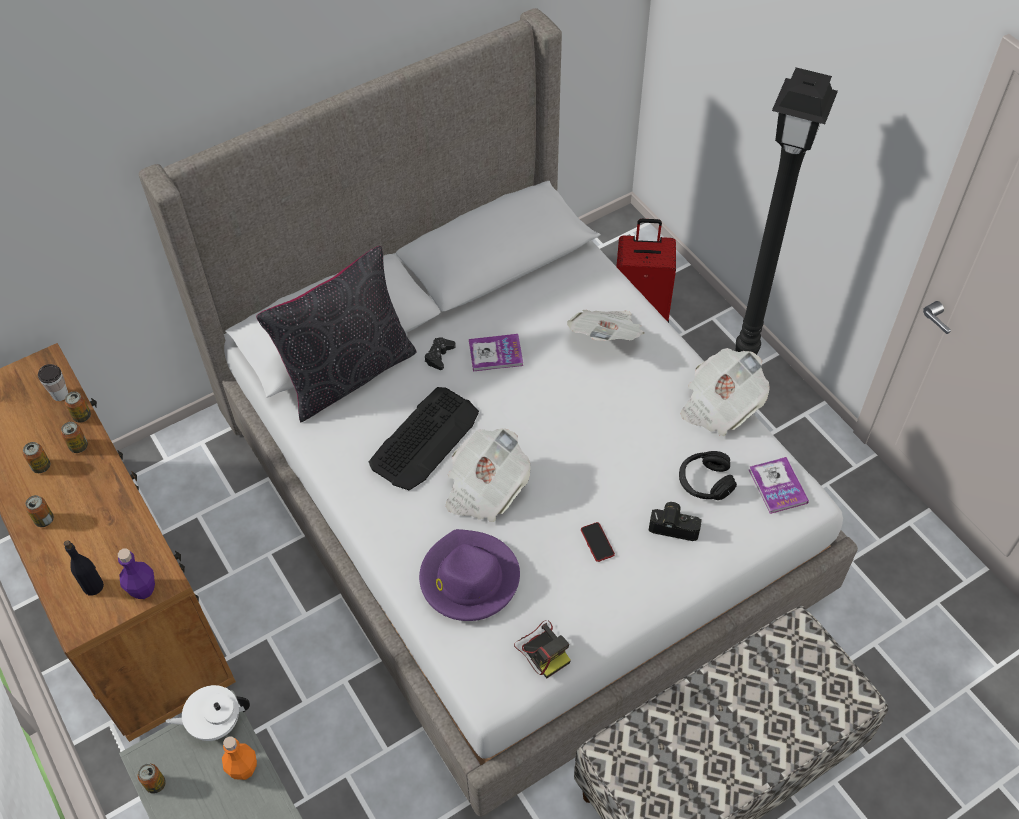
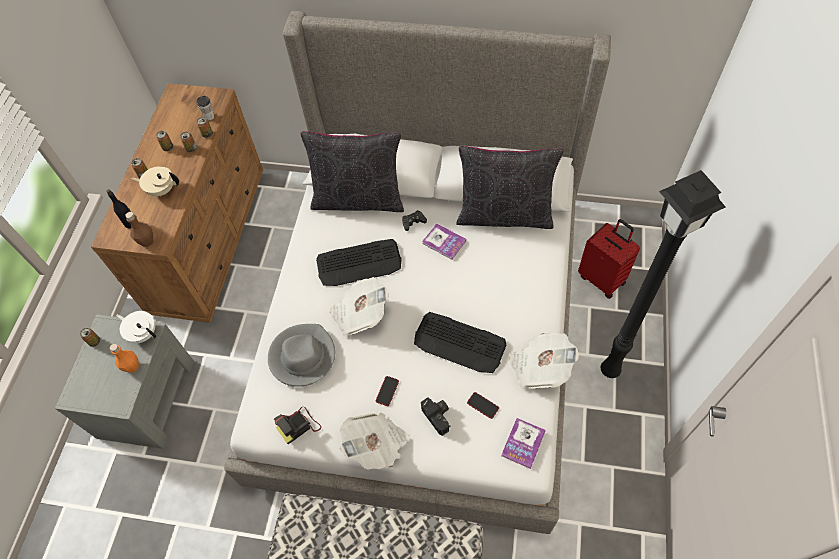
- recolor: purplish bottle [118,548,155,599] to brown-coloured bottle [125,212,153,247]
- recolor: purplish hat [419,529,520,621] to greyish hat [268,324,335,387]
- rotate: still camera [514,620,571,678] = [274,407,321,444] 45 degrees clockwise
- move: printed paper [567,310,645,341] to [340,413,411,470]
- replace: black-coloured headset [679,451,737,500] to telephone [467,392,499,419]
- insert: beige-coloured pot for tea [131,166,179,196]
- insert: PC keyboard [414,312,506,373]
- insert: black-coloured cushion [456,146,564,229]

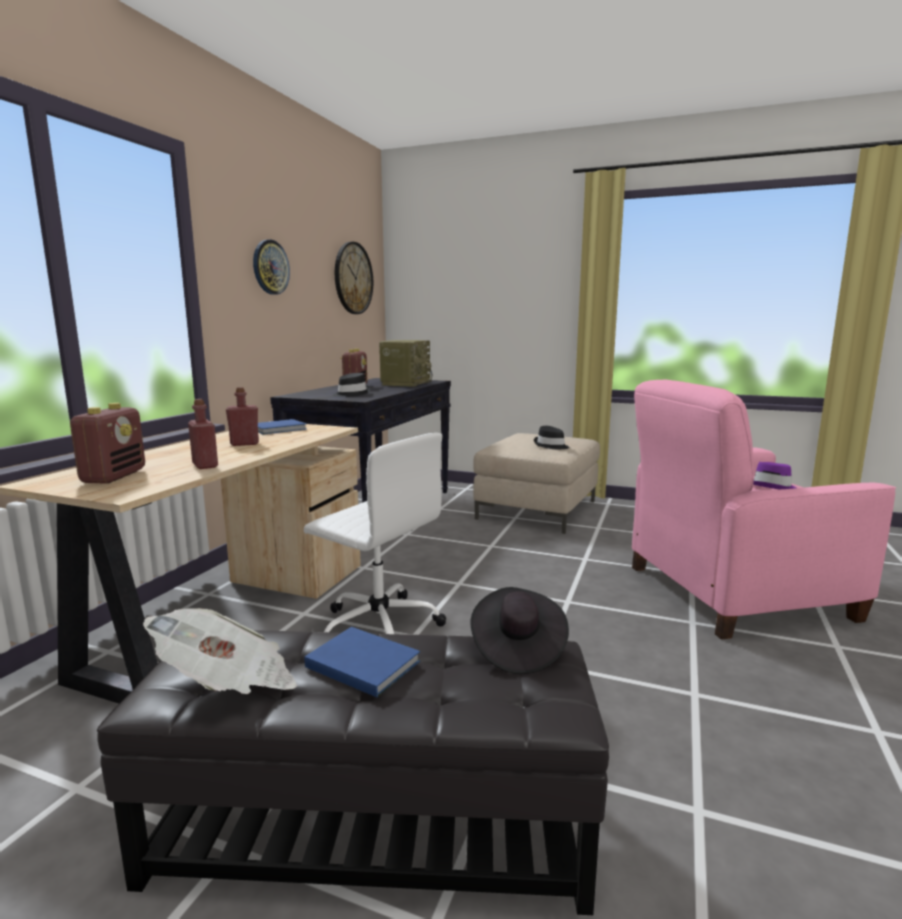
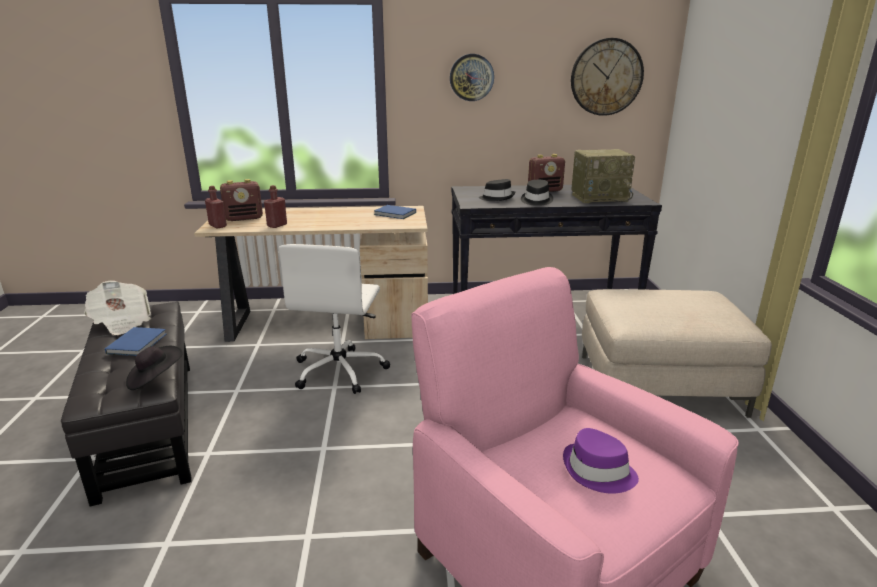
- move: red-coloured bottle [226,387,259,446] to [205,186,227,229]
- move: black-coloured hat [534,426,570,449] to [521,180,553,206]

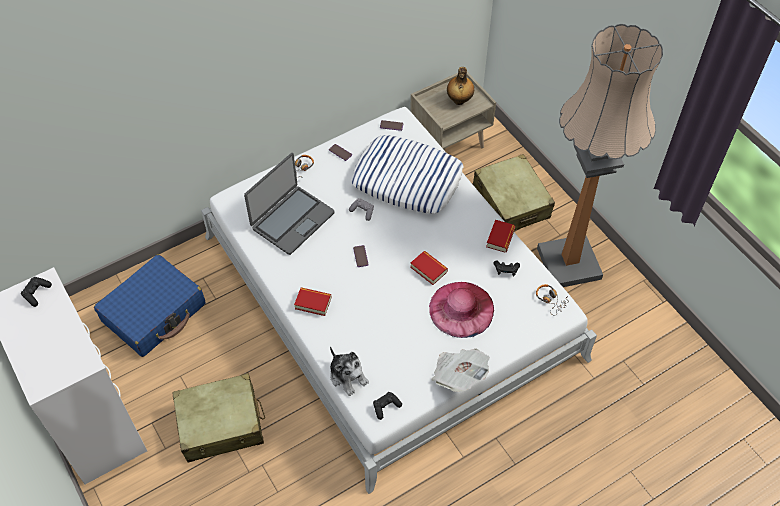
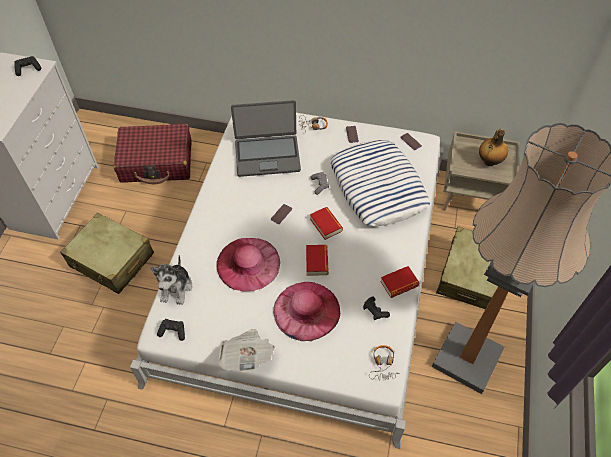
- recolor: blue suitcase [94,254,205,357] to red-coloured suitcase [114,124,191,184]
- move: bound book [294,287,331,316] to [310,207,343,240]
- insert: pink hat [216,238,280,292]

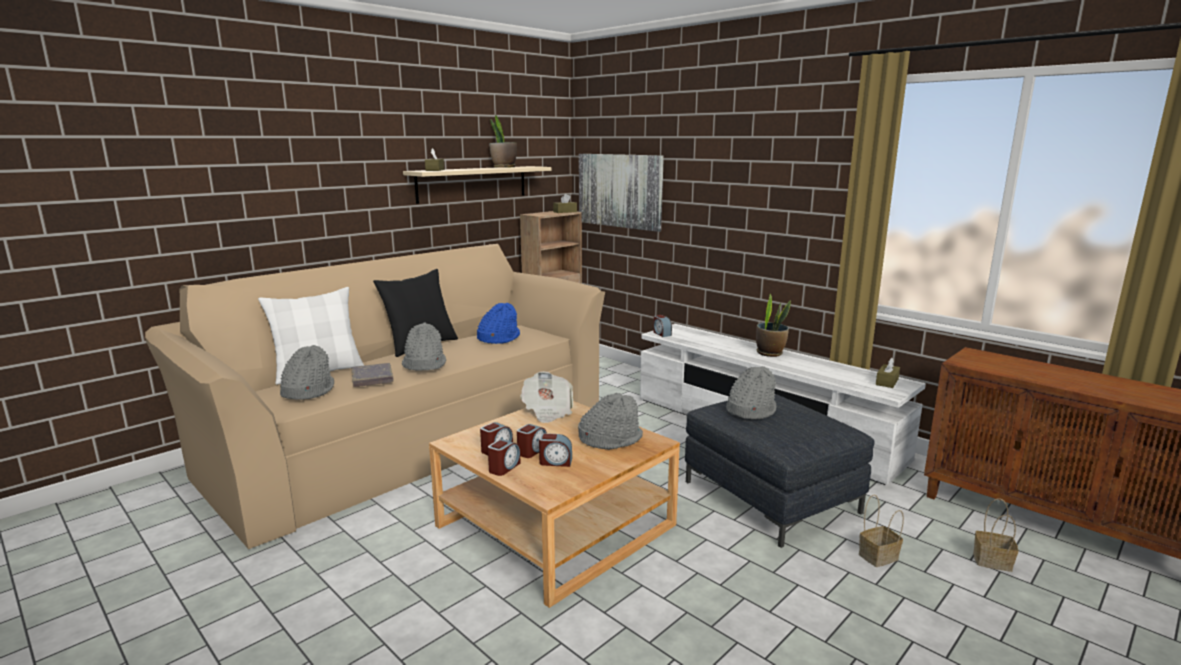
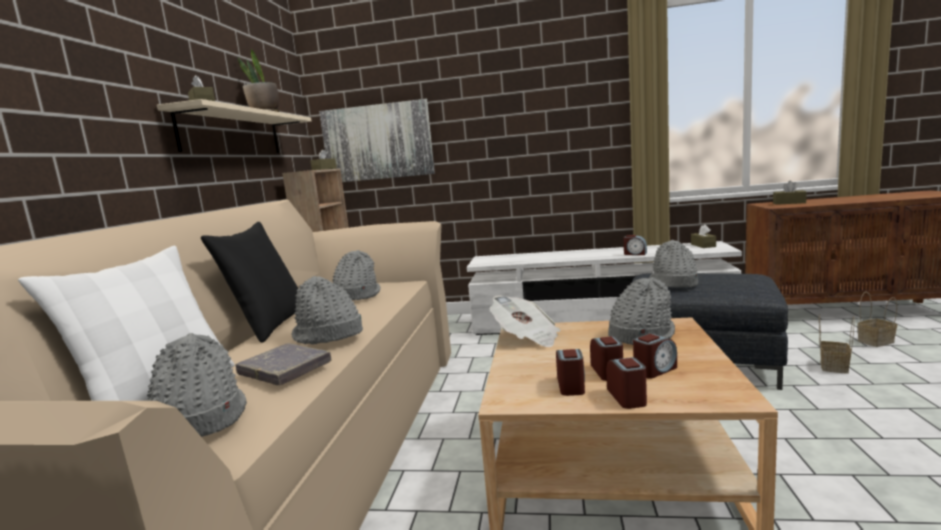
- recolor: blue hat [477,303,520,344] to greyish hat [332,250,381,300]
- move: bedside clock [653,315,672,337] to [623,235,647,255]
- delete: potted plant [756,294,791,357]
- insert: brown-coloured tissue holder [773,181,807,205]

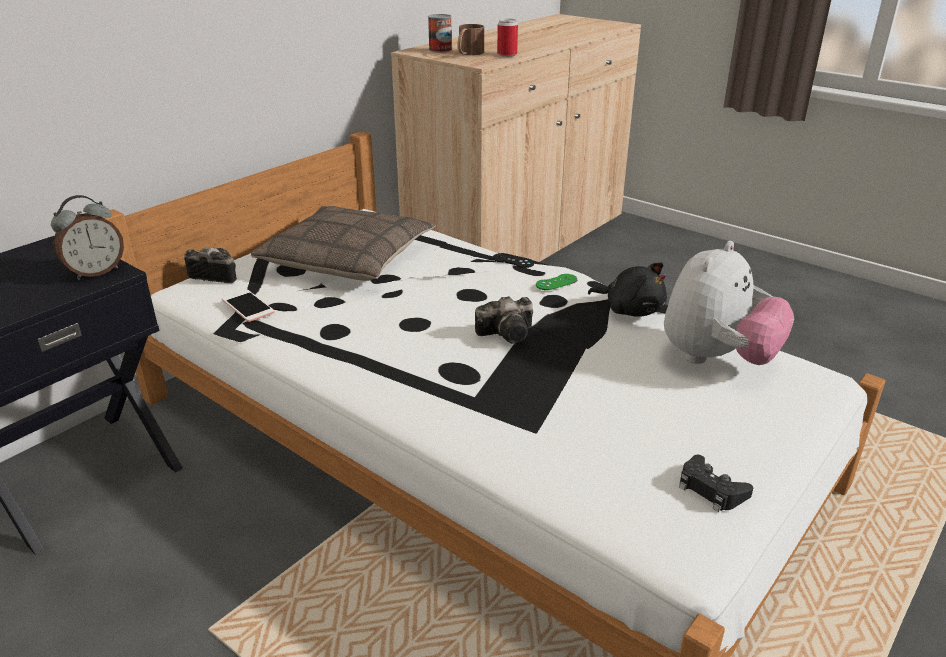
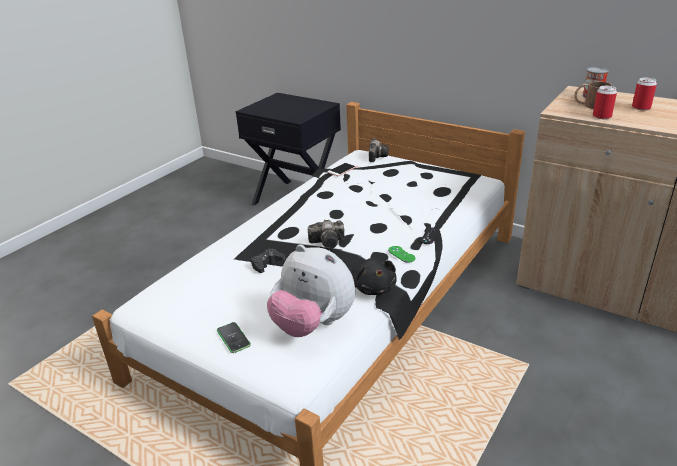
- delete: bedside clock [51,195,124,280]
- delete: cushion [251,206,436,281]
- rotate: still camera [475,296,533,344] = [308,220,344,249] 75 degrees counterclockwise
- rotate: black-coloured cuddly toy [588,262,667,317] = [353,258,397,295] 45 degrees counterclockwise
- move: black-coloured joypad [679,455,753,512] to [251,248,285,273]
- insert: telephone [217,322,251,353]
- insert: sealed can [632,78,657,110]

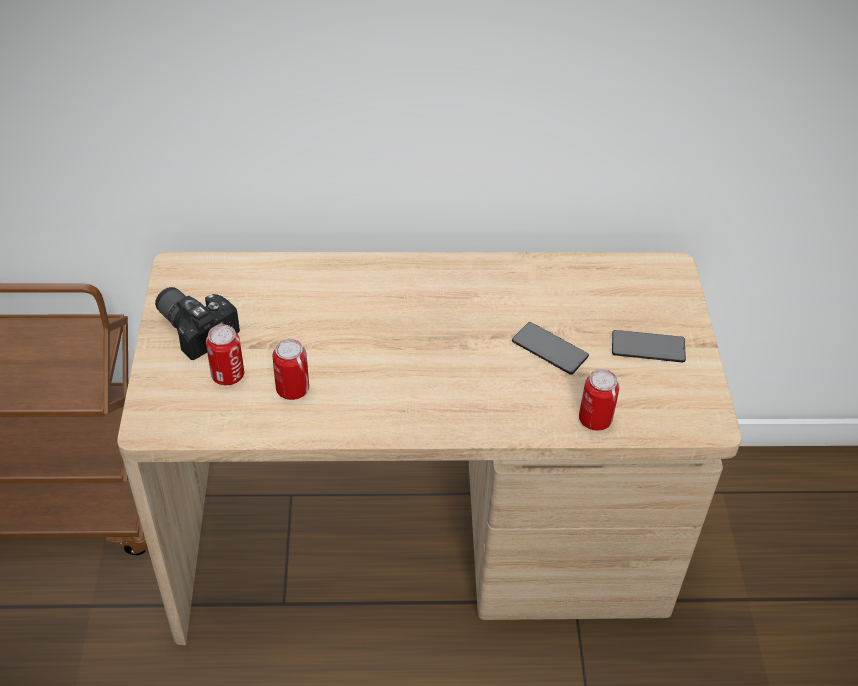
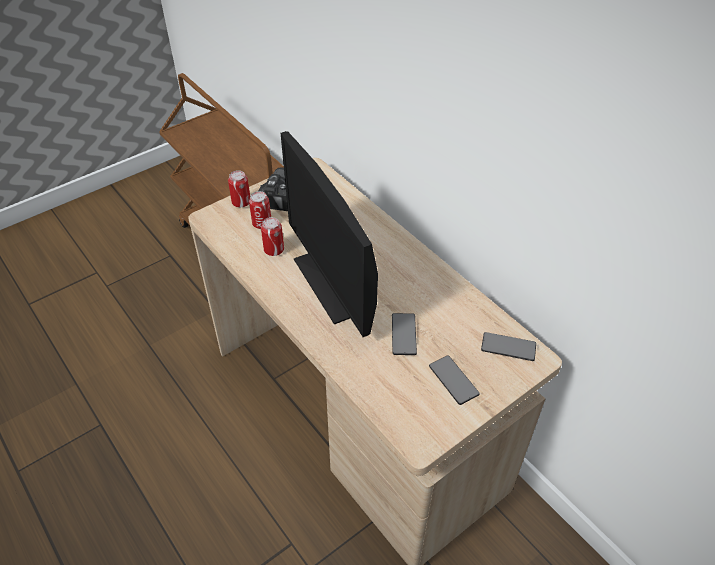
- move: sealed can [579,369,619,431] to [228,170,250,207]
- insert: computer display [281,131,378,337]
- insert: telephone [481,332,536,361]

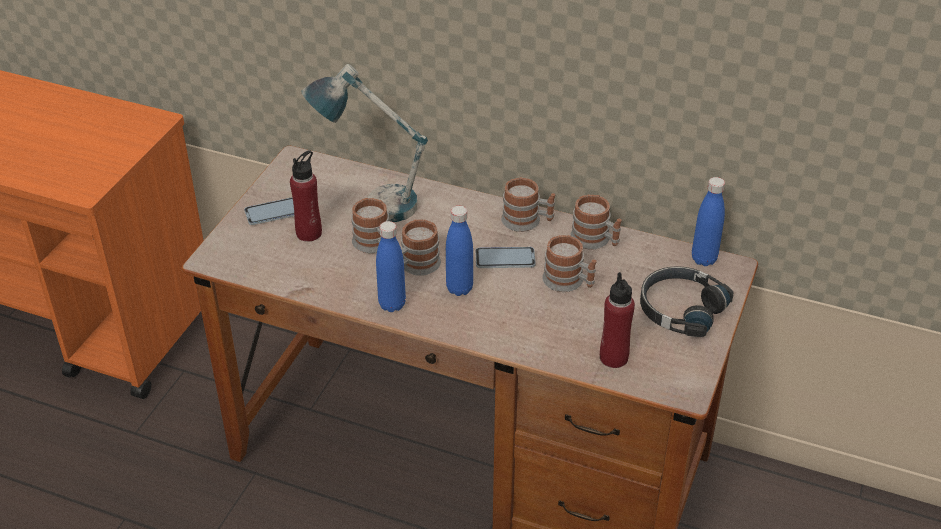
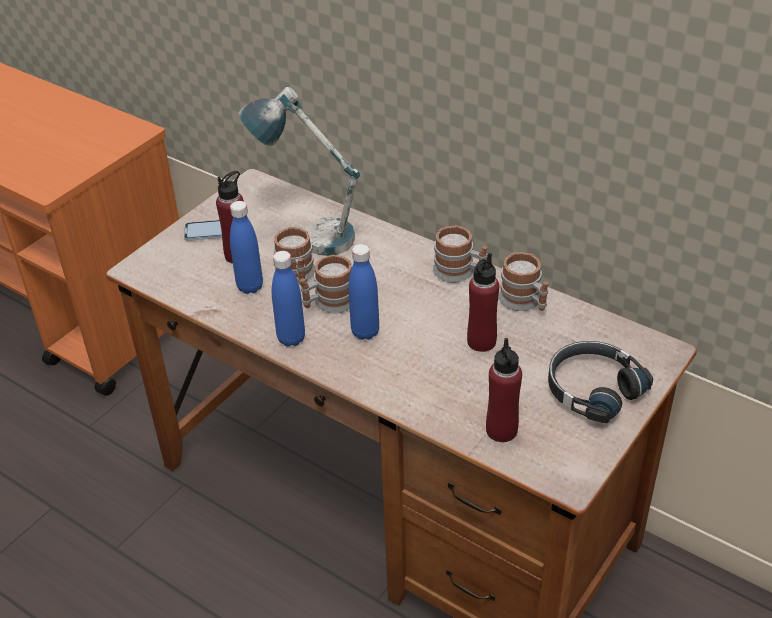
- delete: telephone [475,247,536,268]
- replace: tea mug [542,235,596,292] to red-coloured bottle [467,253,499,352]
- move: blue bottle [692,177,725,266] to [230,201,263,294]

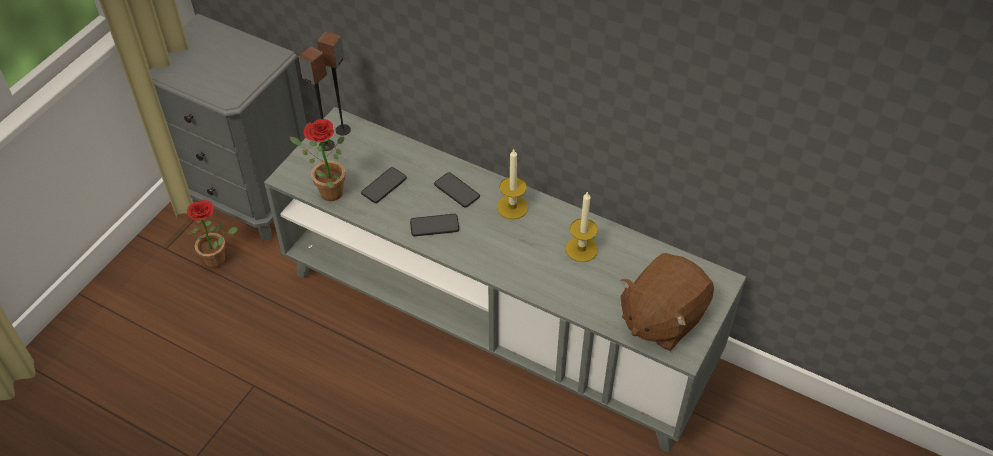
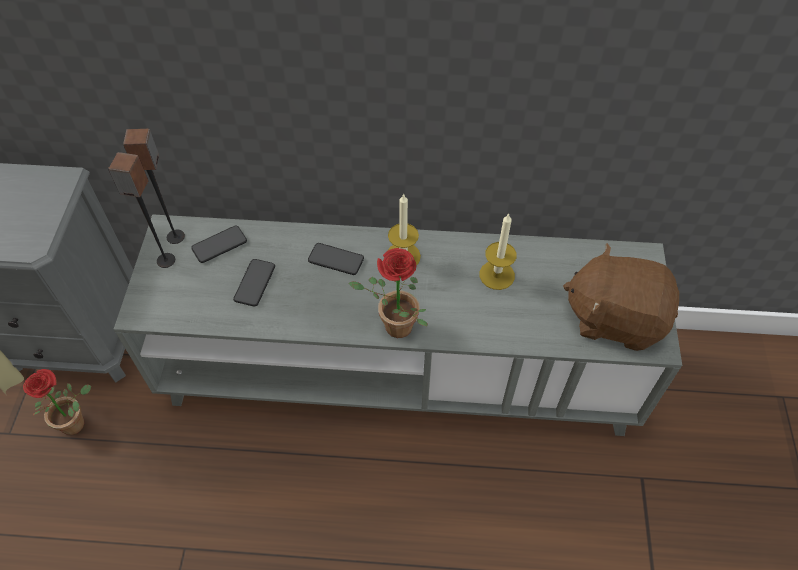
- move: potted plant [290,119,345,201] to [348,248,428,338]
- move: telephone [410,214,459,236] to [191,225,247,263]
- rotate: brown-coloured cuddly toy [620,253,714,351] = [563,243,679,351] 90 degrees clockwise

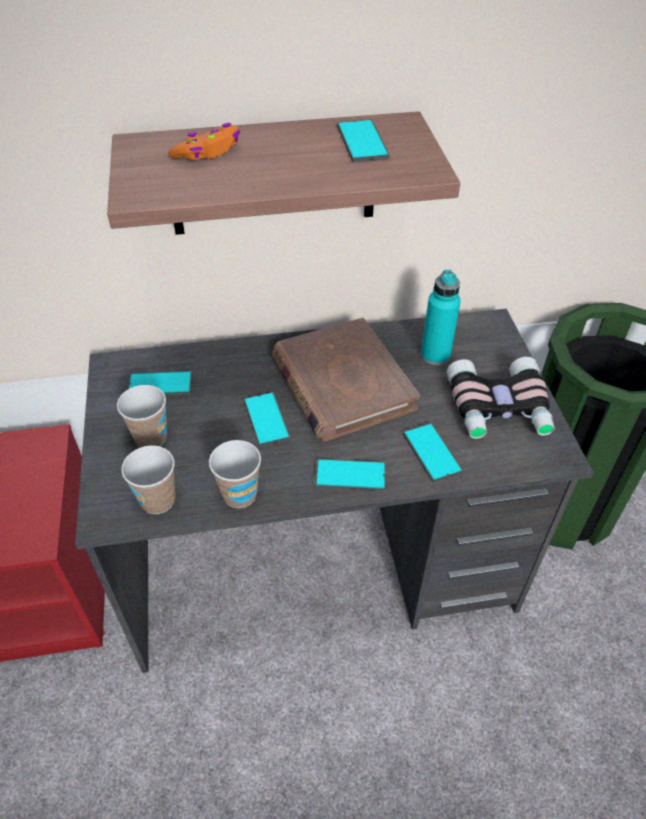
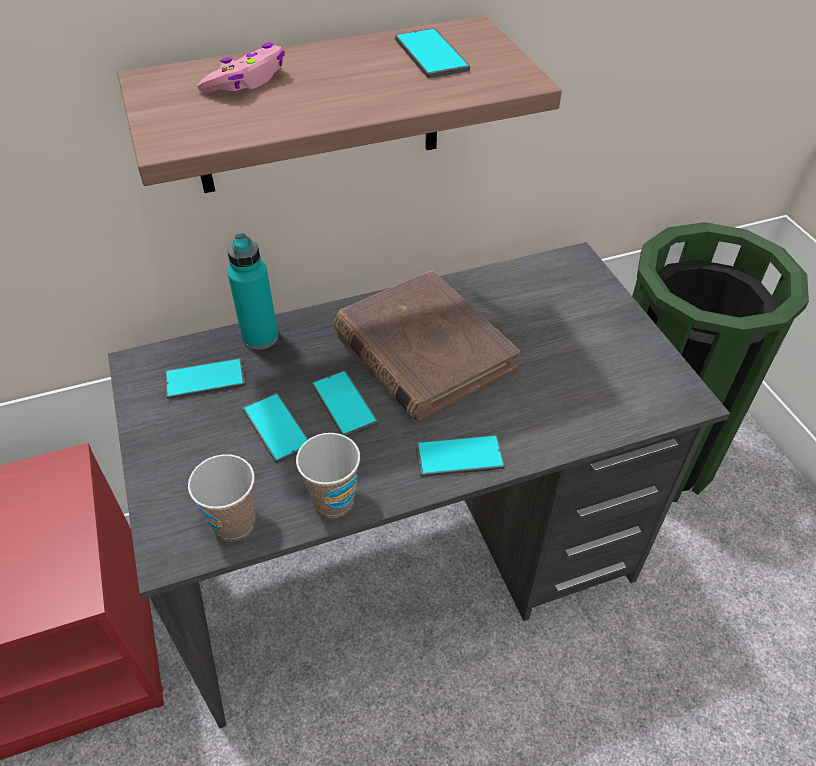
- delete: drinking cup [117,385,167,447]
- recolor: orangey joypad [168,123,240,160] to pink joypad [197,42,285,93]
- move: telephone [403,422,463,483] to [243,392,308,463]
- move: blue-green bottle [421,270,461,365] to [227,234,278,350]
- delete: binoculars [447,357,555,439]

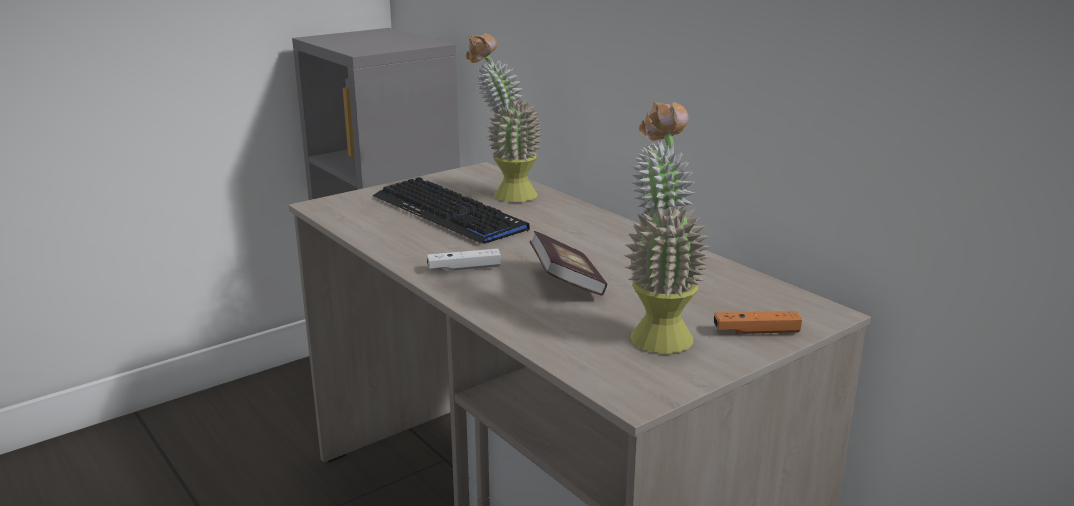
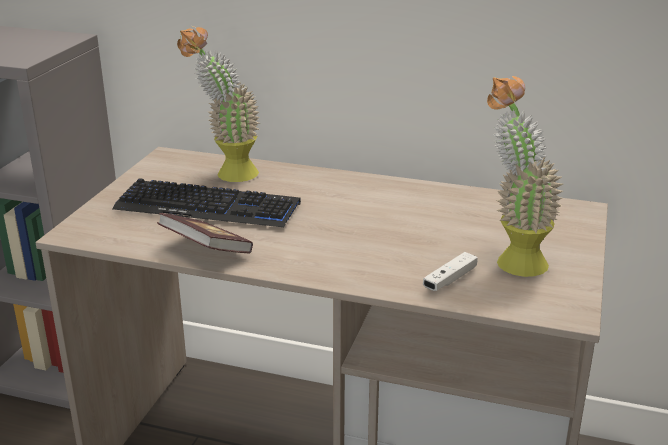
- move: white joypad [427,249,501,271] to [423,252,478,291]
- move: bound book [530,231,607,296] to [157,213,253,253]
- delete: orangey joypad [714,311,802,334]

